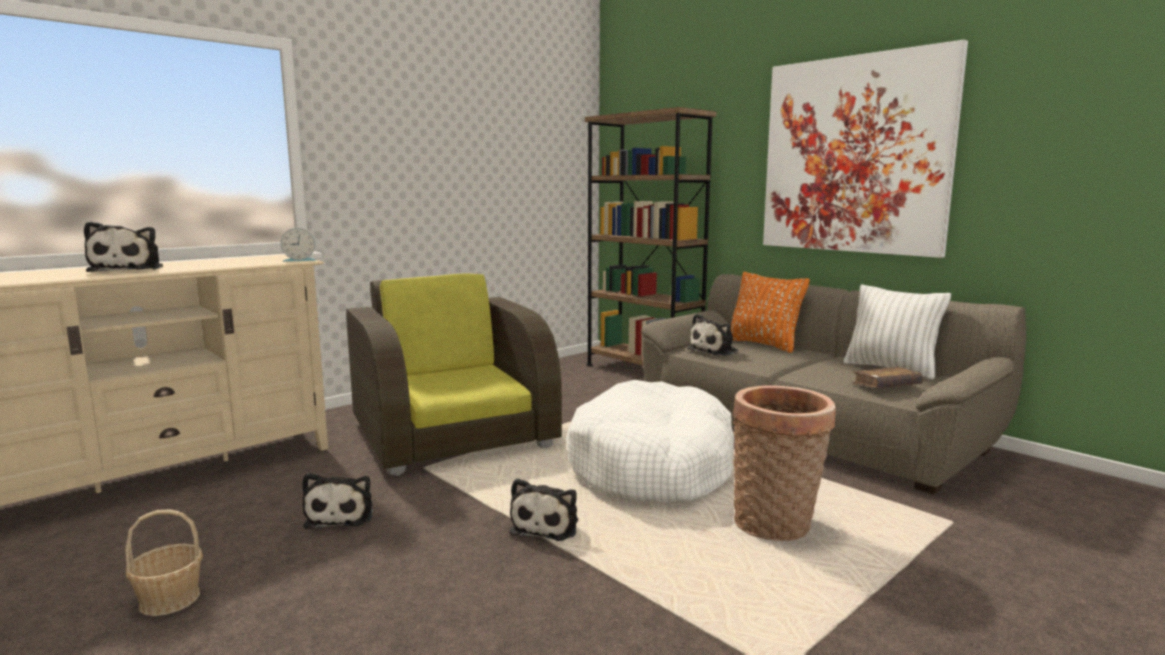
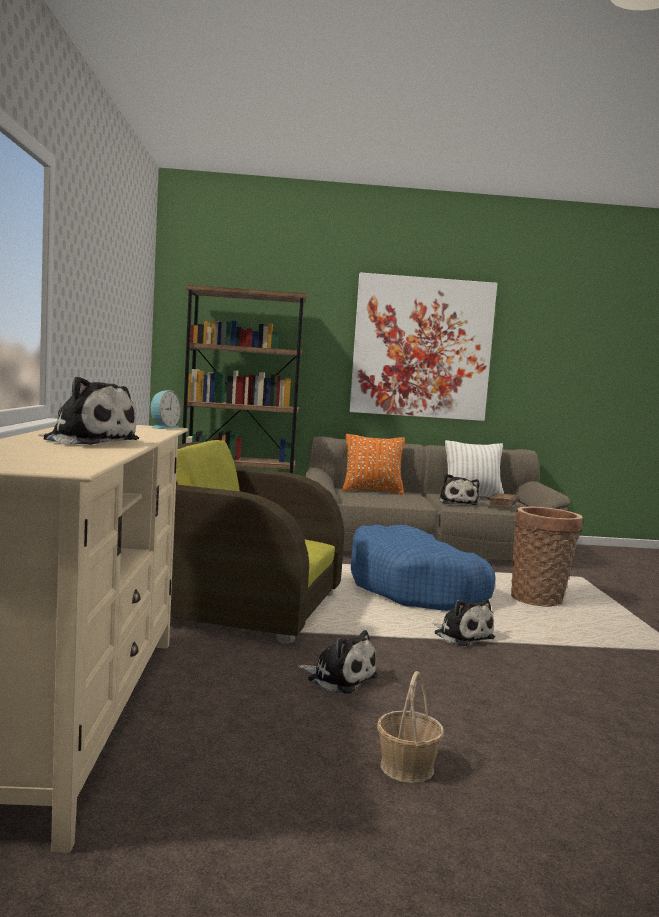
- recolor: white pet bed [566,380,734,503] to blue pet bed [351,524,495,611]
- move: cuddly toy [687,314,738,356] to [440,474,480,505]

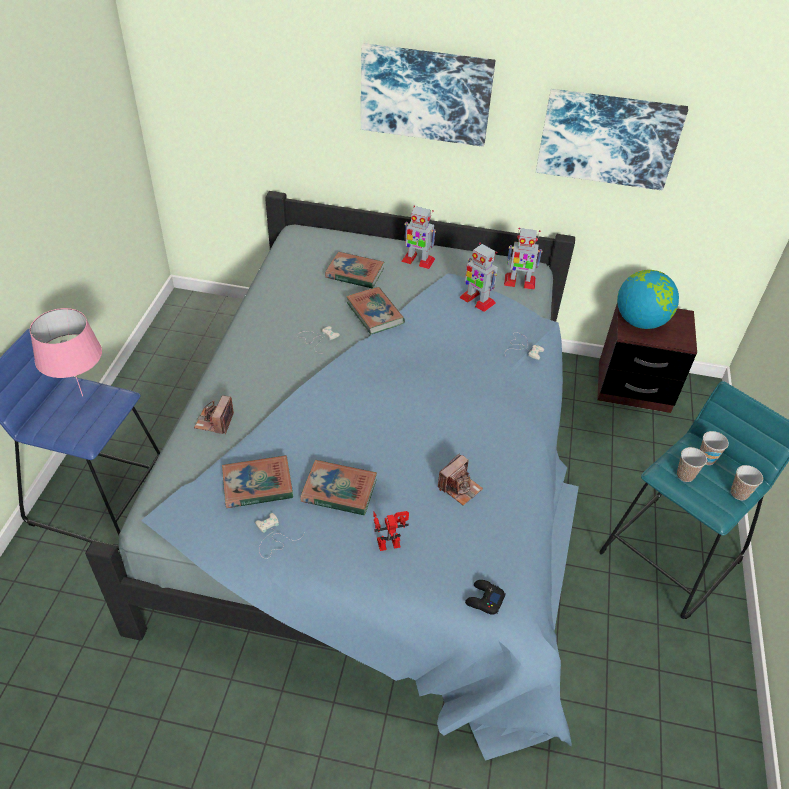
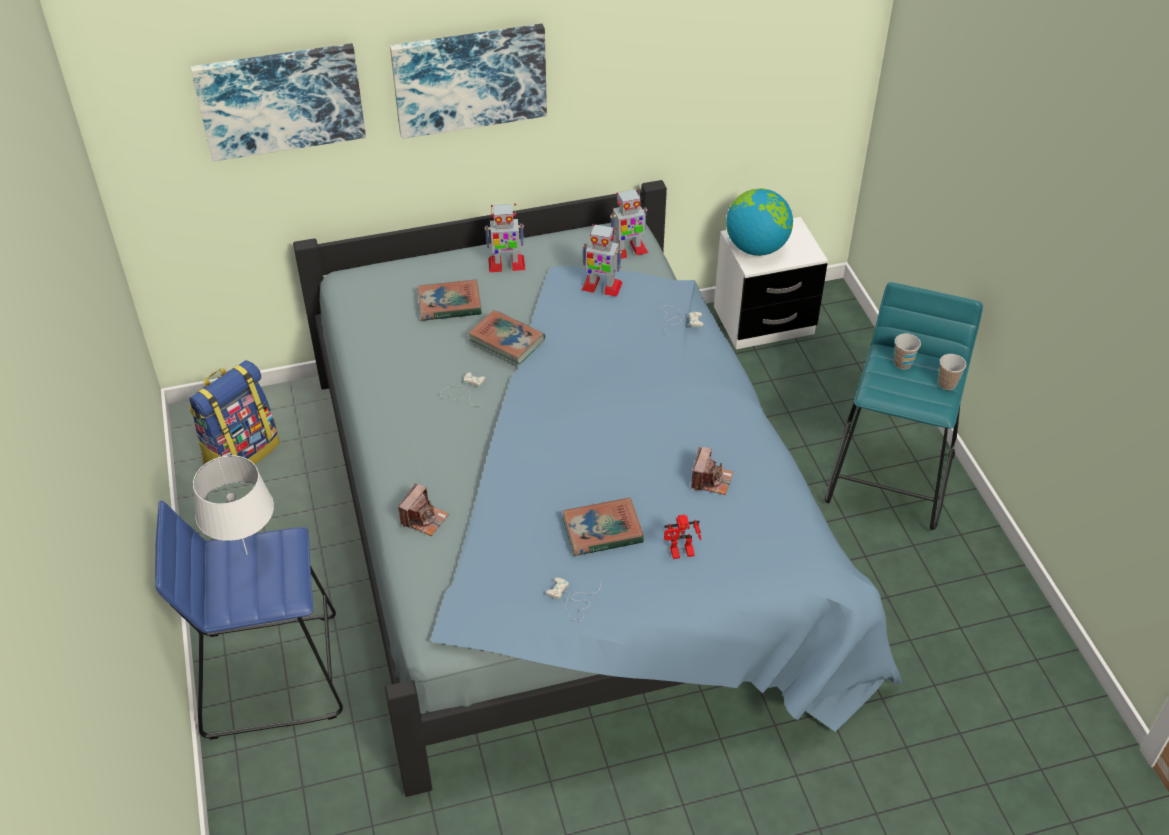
- recolor: pink tabletop lamp [30,308,102,396] to white tabletop lamp [193,456,274,555]
- rotate: still camera [194,395,234,434] = [398,483,449,536] 135 degrees counterclockwise
- delete: bound book [222,455,293,508]
- rotate: model robot [374,511,409,551] = [664,515,701,559] 150 degrees counterclockwise
- delete: black-coloured joypad [465,580,506,615]
- move: picture [536,89,688,191] to [191,43,366,161]
- recolor: brown-coloured nightstand [597,304,697,413] to white nightstand [714,217,828,349]
- delete: drinking cup [677,447,707,482]
- insert: rucksack [189,360,280,464]

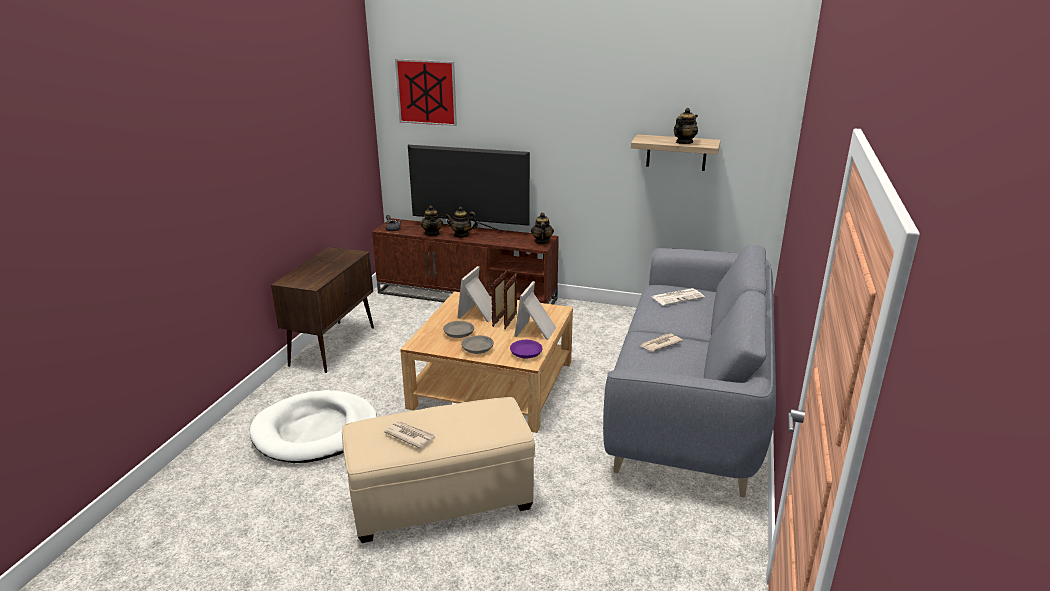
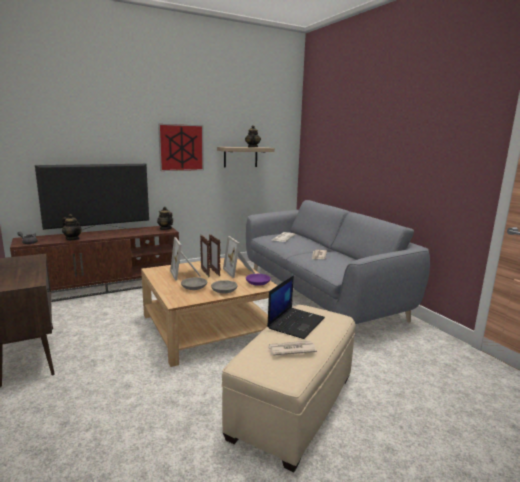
- delete: white pet bed [250,390,377,463]
- move: picture [395,59,457,126] to [158,124,204,171]
- delete: pot for tea [445,207,478,238]
- insert: portable computer [267,275,325,339]

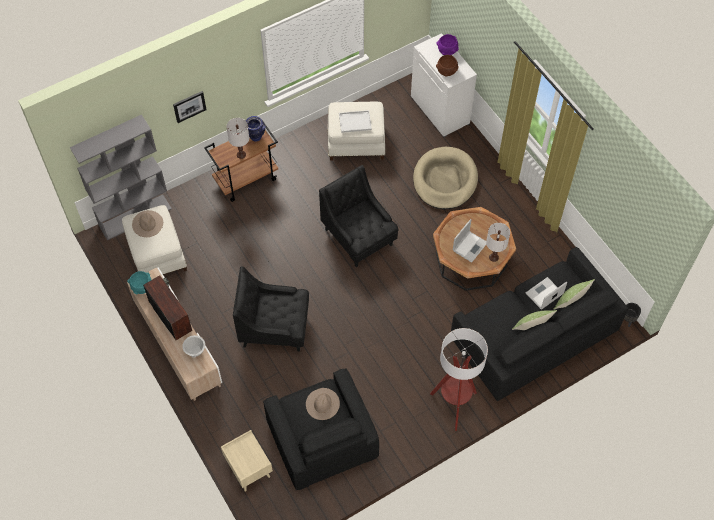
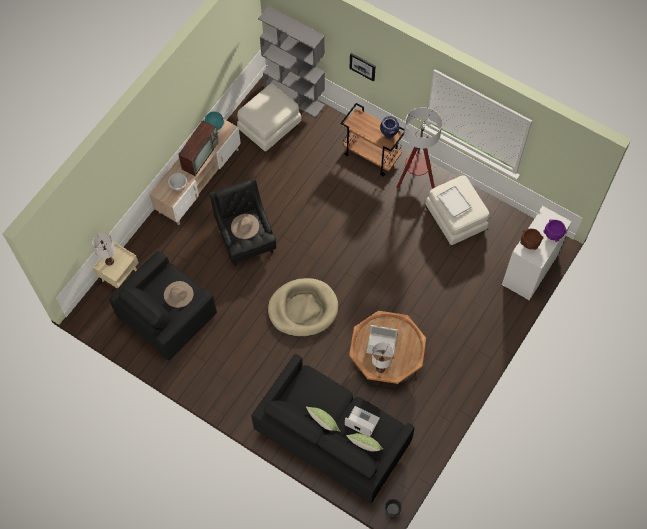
- move: beige-coloured hat [132,210,163,237] to [231,214,259,239]
- move: white tabletop lamp [226,118,249,159] to [92,233,115,265]
- delete: black-coloured lounge chair [319,165,398,267]
- move: beige-coloured pet bed [413,147,478,210] to [268,278,338,337]
- move: floor lamp [430,328,488,431] to [396,107,442,189]

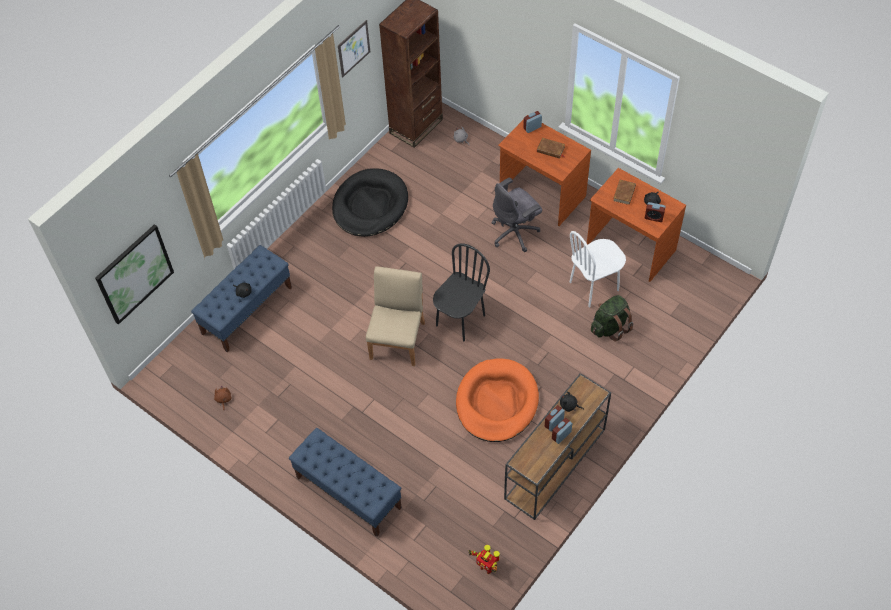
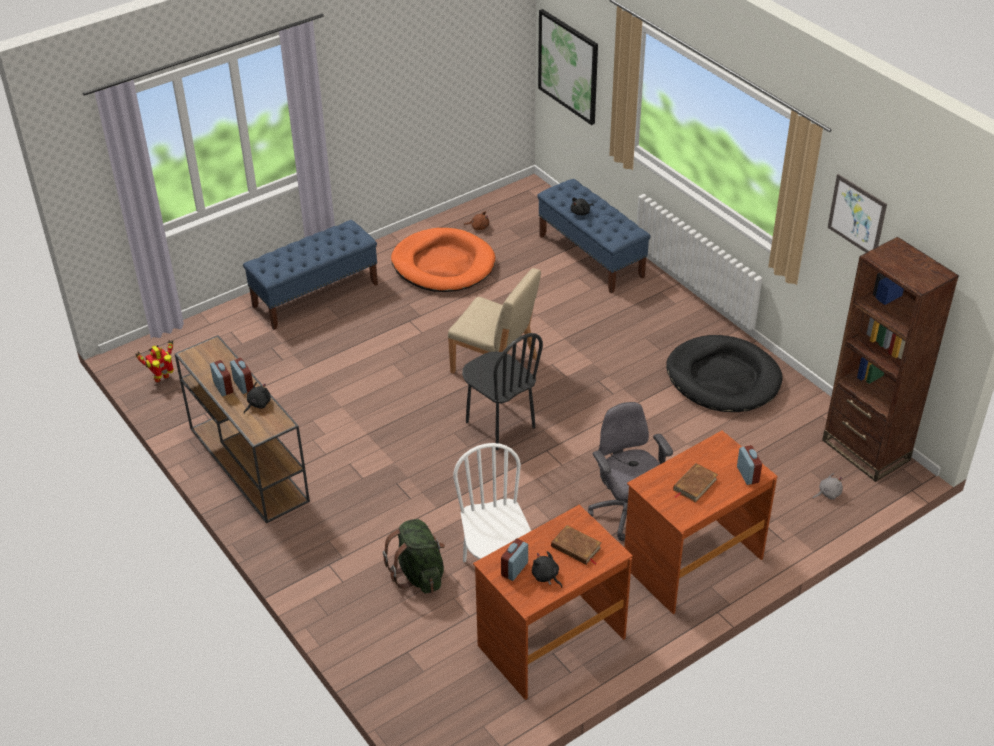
- move: orangey pet bed [456,358,539,442] to [391,228,495,292]

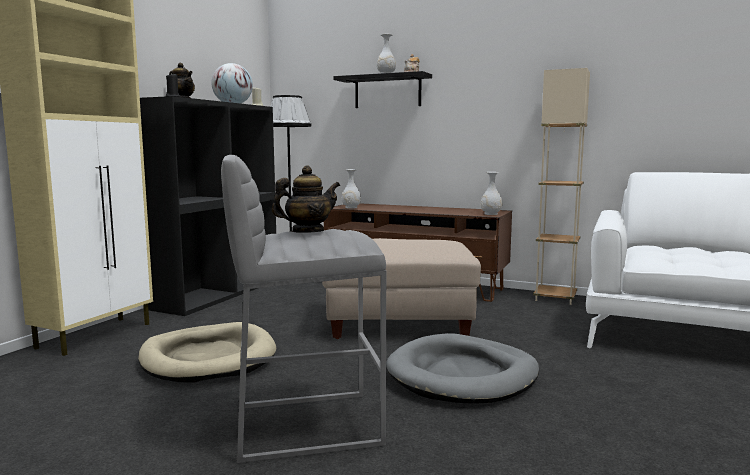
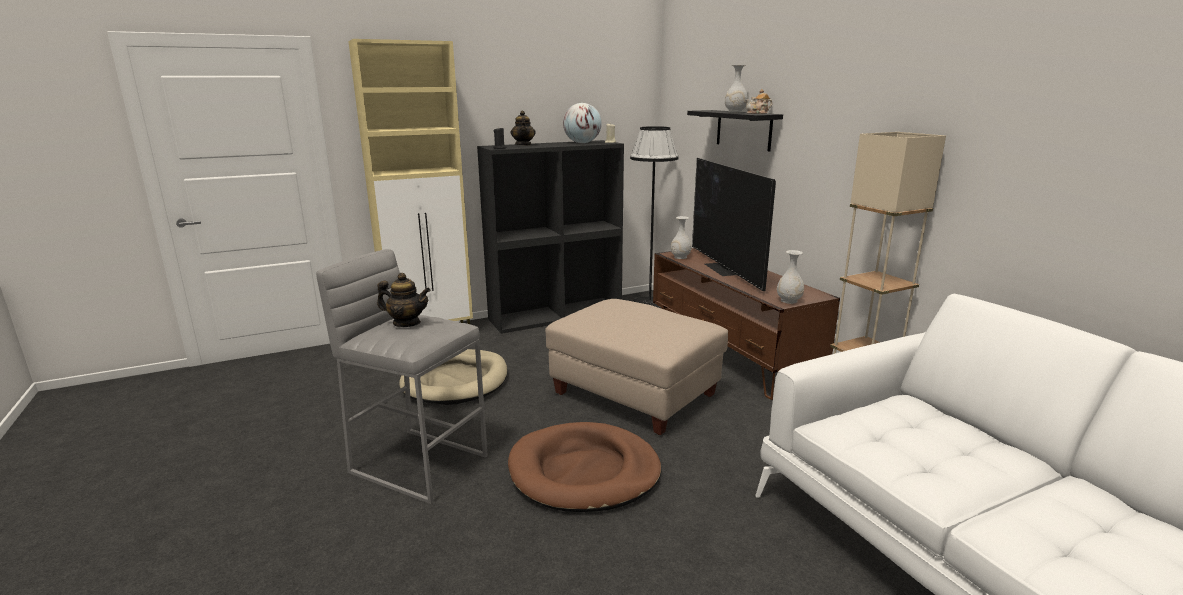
- recolor: greyish pet bed [386,333,539,404] to brown-coloured pet bed [508,422,661,512]
- insert: TV [692,158,776,291]

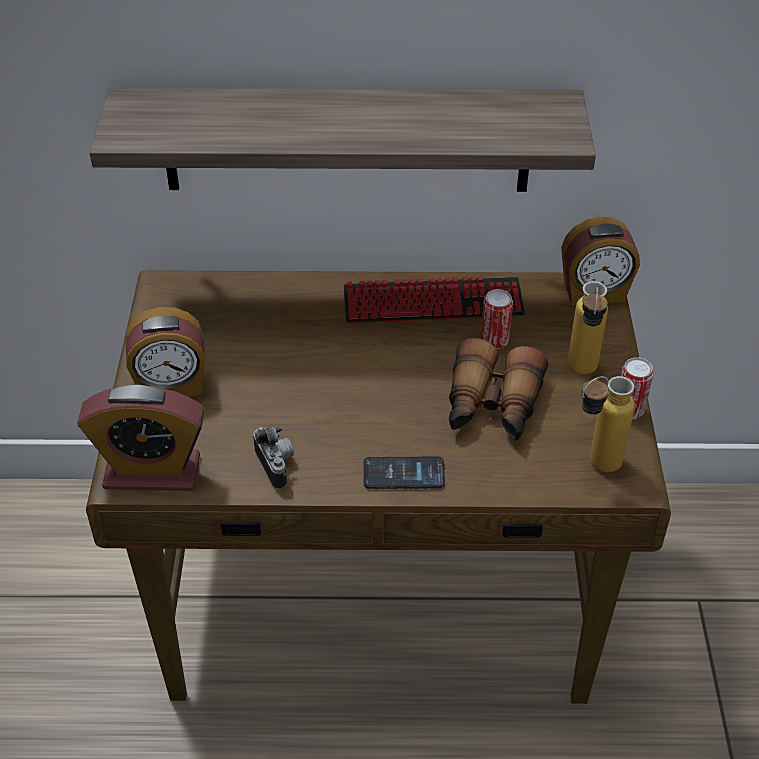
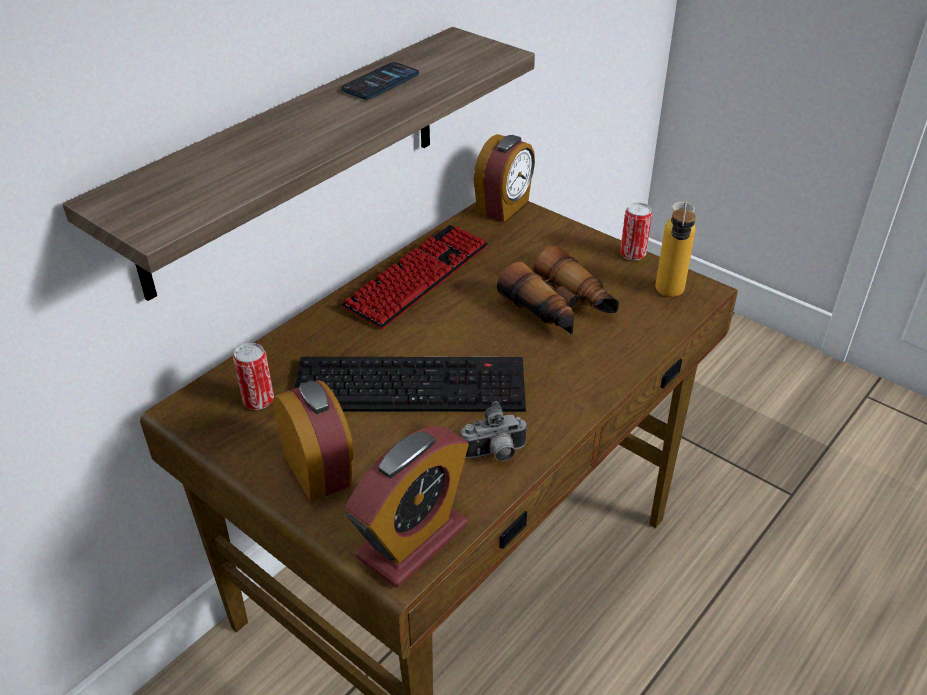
- rotate: bedside clock [126,307,205,397] = [273,380,353,502] 60 degrees counterclockwise
- rotate: still camera [253,427,294,490] = [461,401,528,461] 150 degrees clockwise
- move: telephone [363,457,445,489] to [341,62,419,100]
- move: sealed can [481,289,513,349] to [233,343,274,410]
- delete: bottle [568,281,608,375]
- insert: PC keyboard [294,357,526,412]

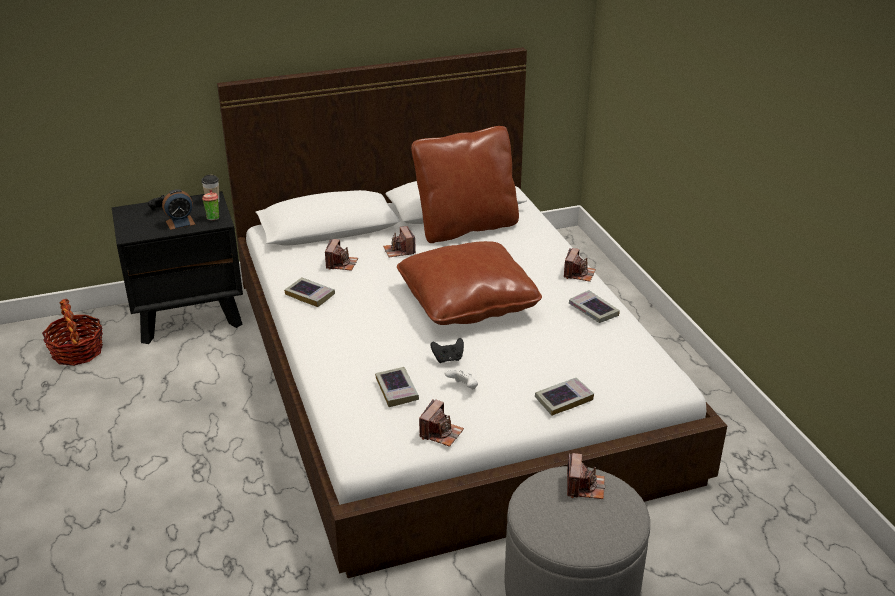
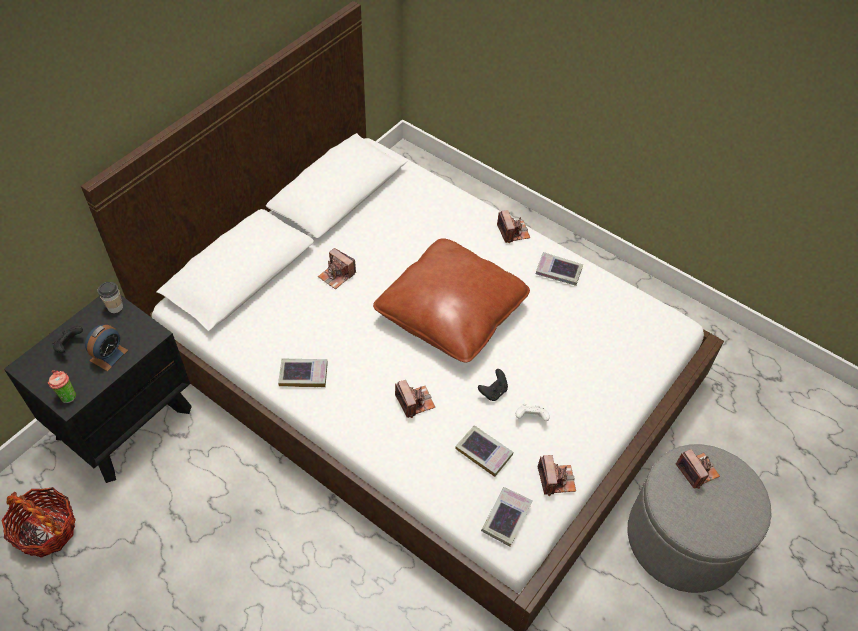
- move: drinking cup [202,190,219,221] to [48,370,76,403]
- move: still camera [325,239,358,271] to [395,380,435,418]
- delete: brown-coloured cushion [411,126,519,243]
- move: bound book [535,378,594,416] to [481,487,533,547]

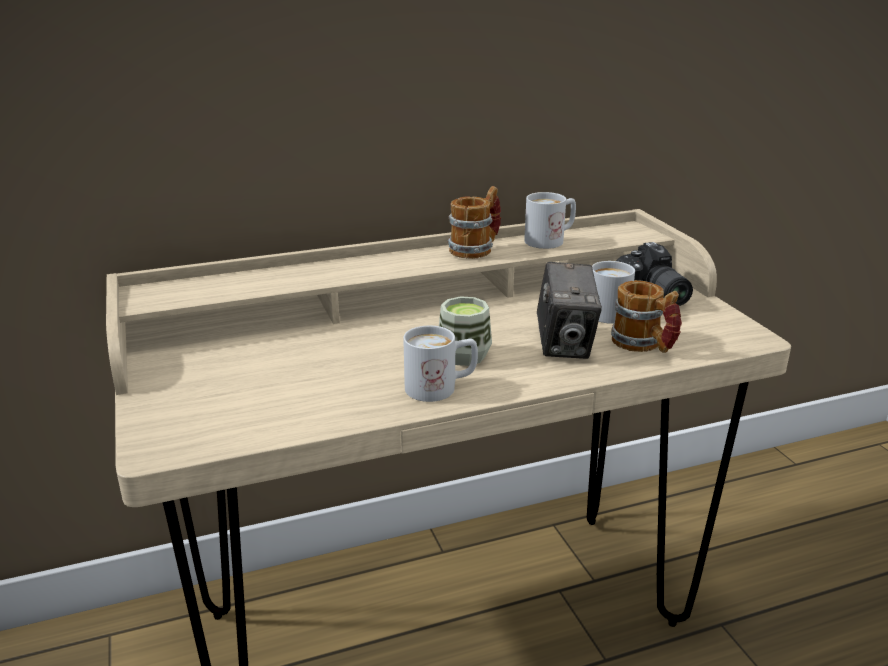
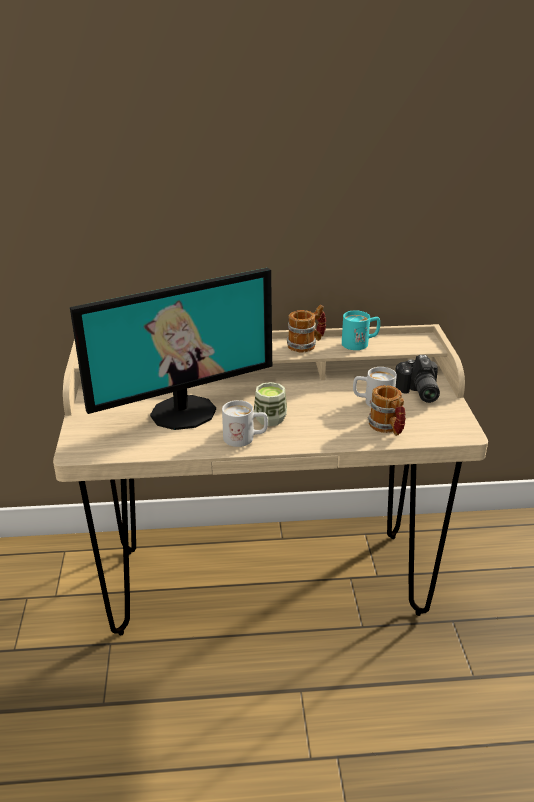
- recolor: white tea mug [524,192,576,249] to blue-green tea mug [342,310,380,350]
- delete: still camera [537,262,602,359]
- insert: computer display [70,268,272,430]

